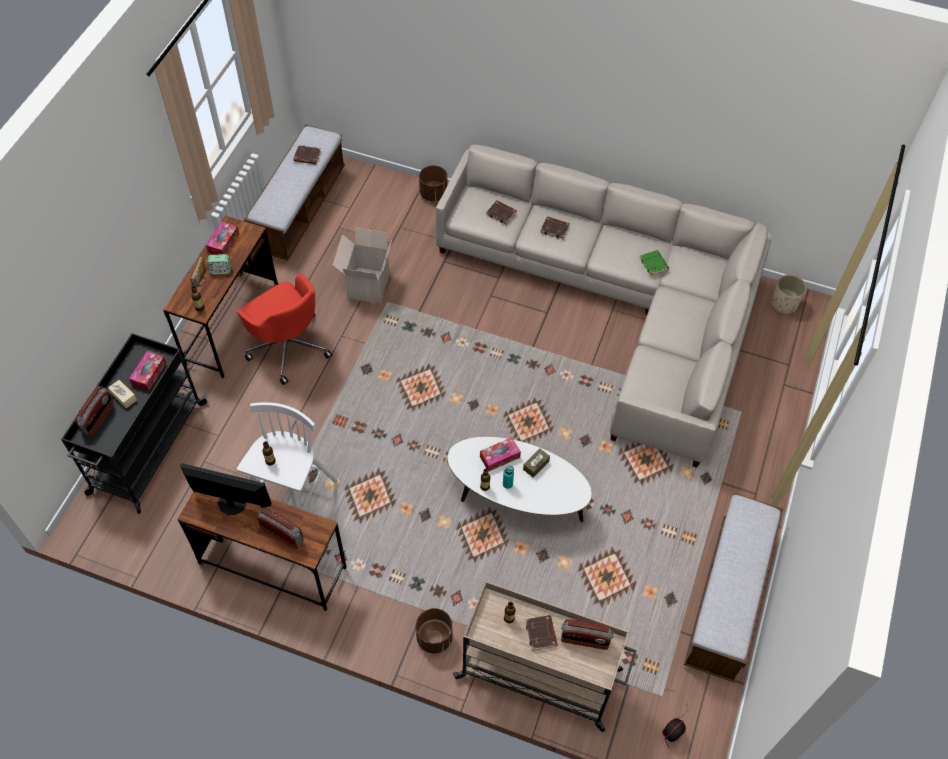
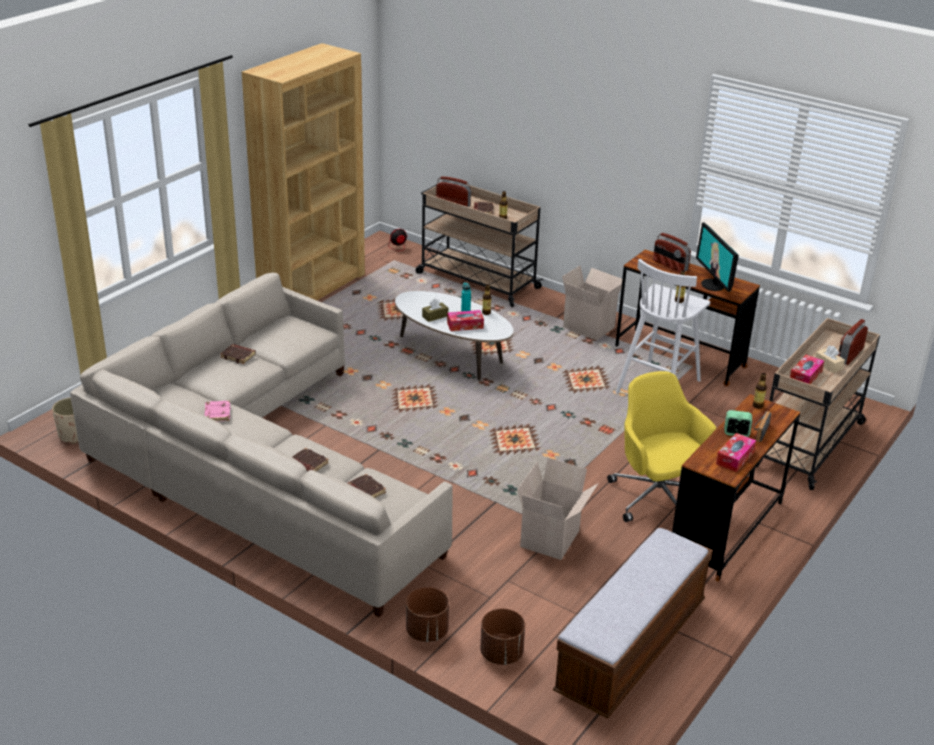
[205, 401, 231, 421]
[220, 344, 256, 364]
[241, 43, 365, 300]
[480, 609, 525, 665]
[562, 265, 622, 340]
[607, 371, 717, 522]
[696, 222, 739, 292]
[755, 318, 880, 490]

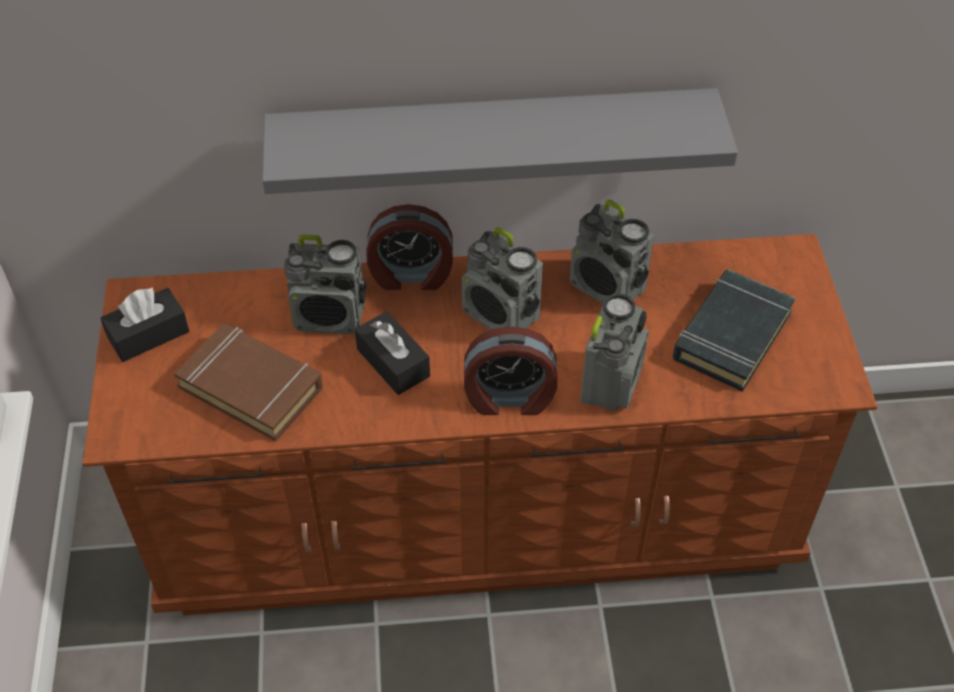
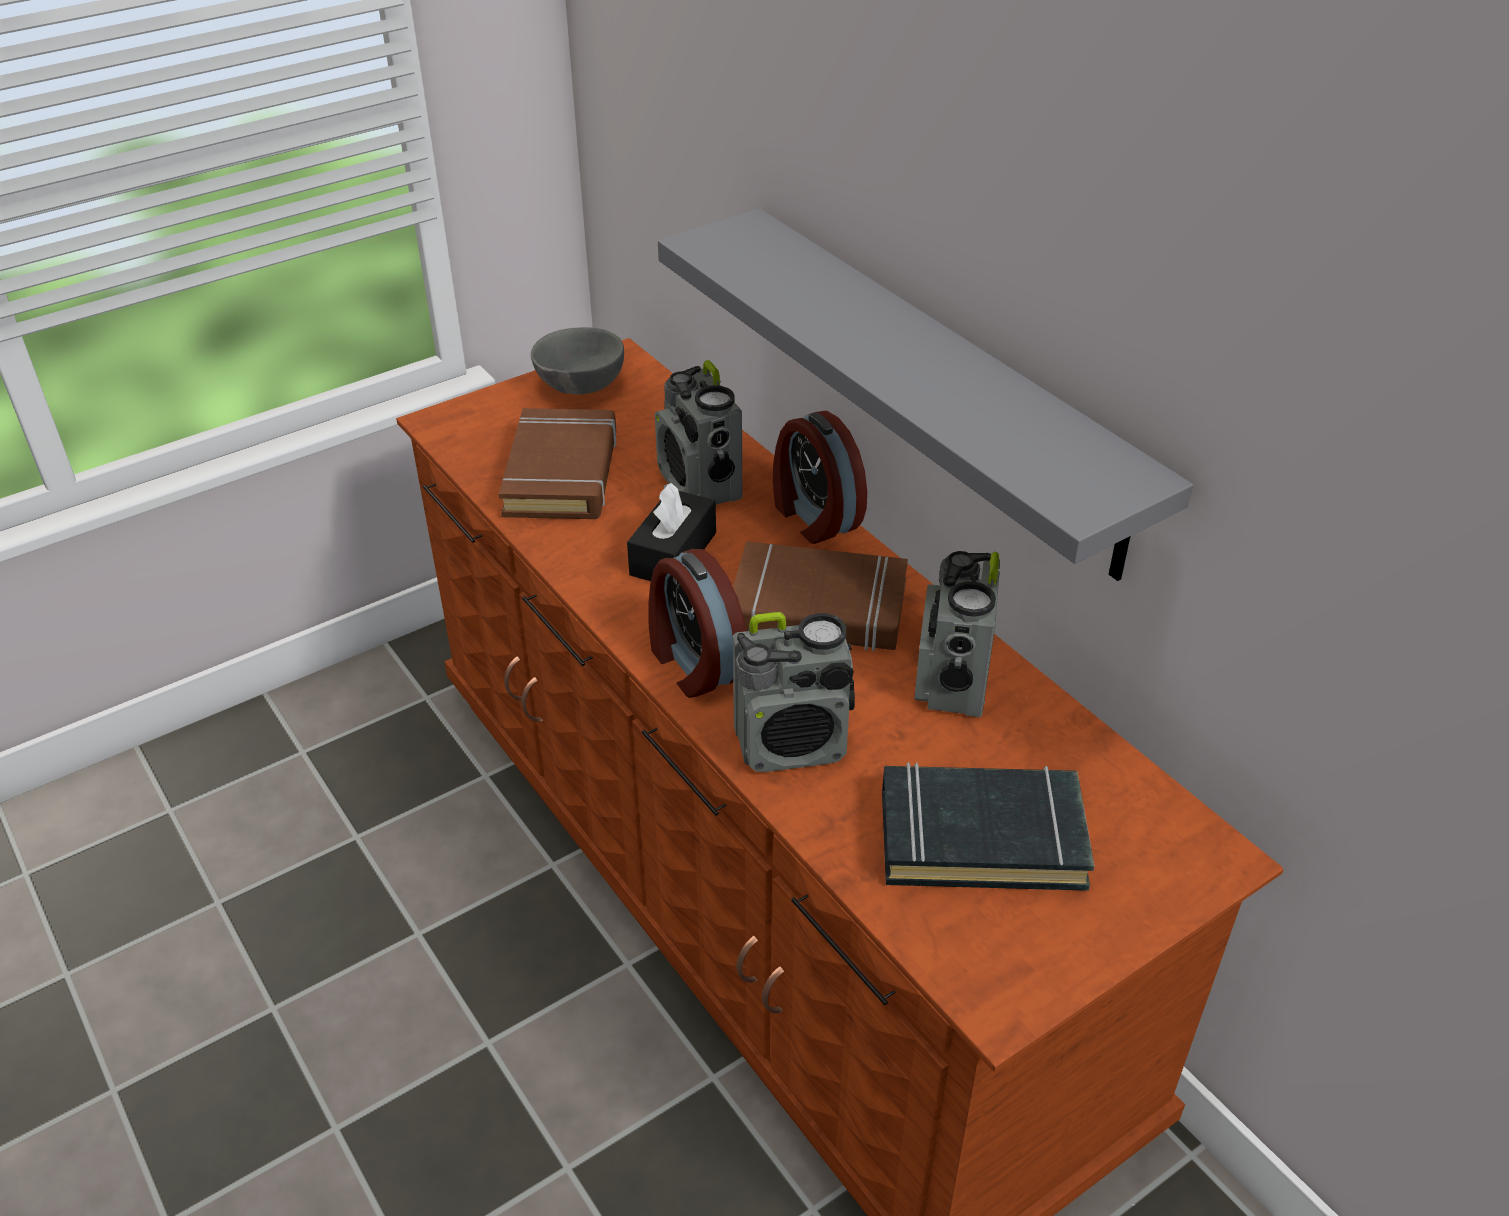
[531, 327, 624, 395]
[733, 541, 908, 651]

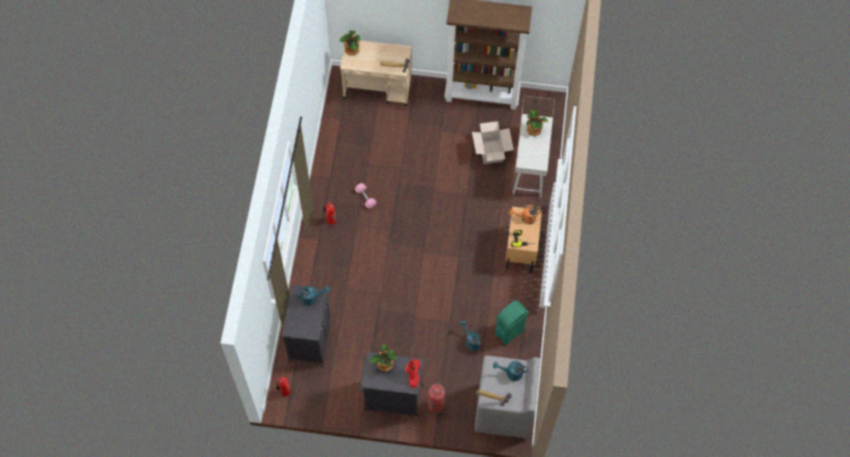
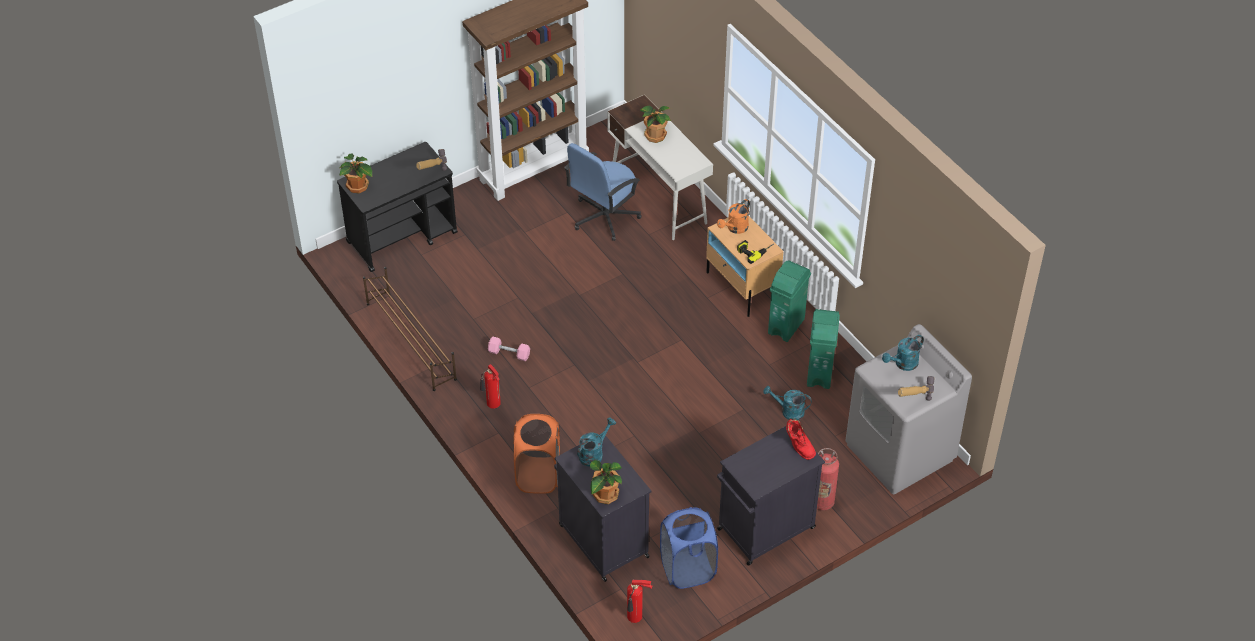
[337, 142, 458, 272]
[363, 267, 457, 391]
[513, 414, 560, 494]
[564, 143, 642, 241]
[590, 460, 622, 504]
[660, 507, 718, 589]
[768, 261, 811, 342]

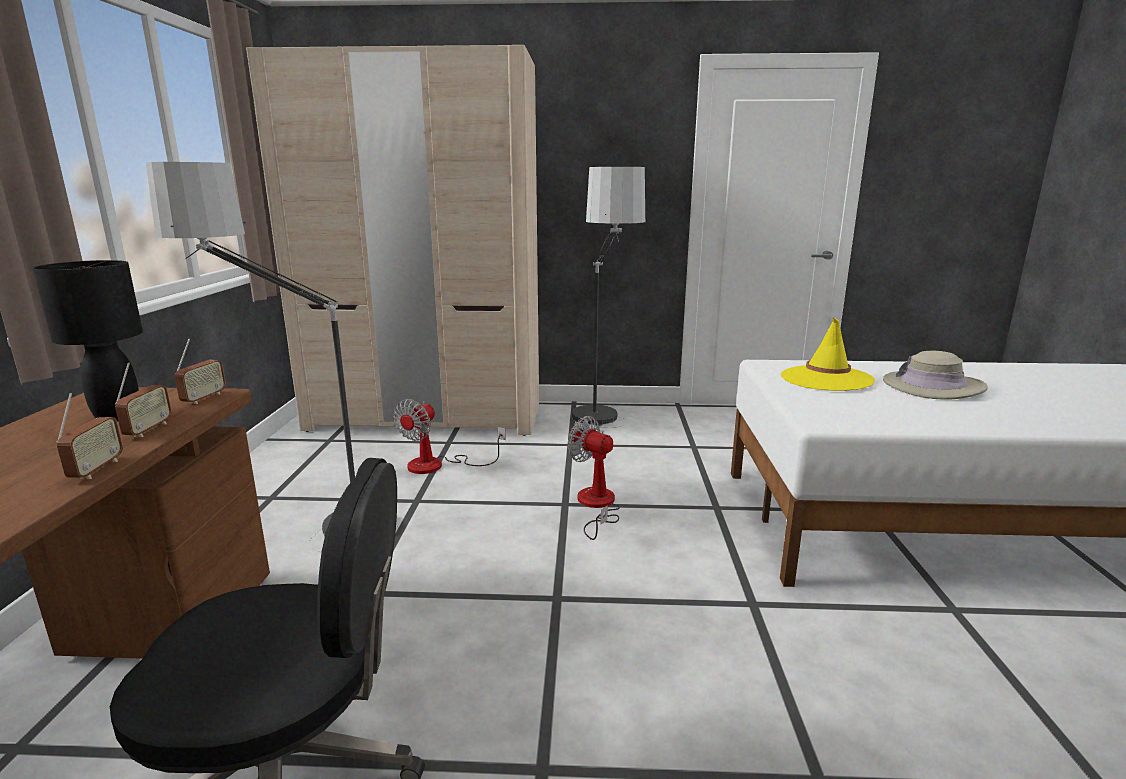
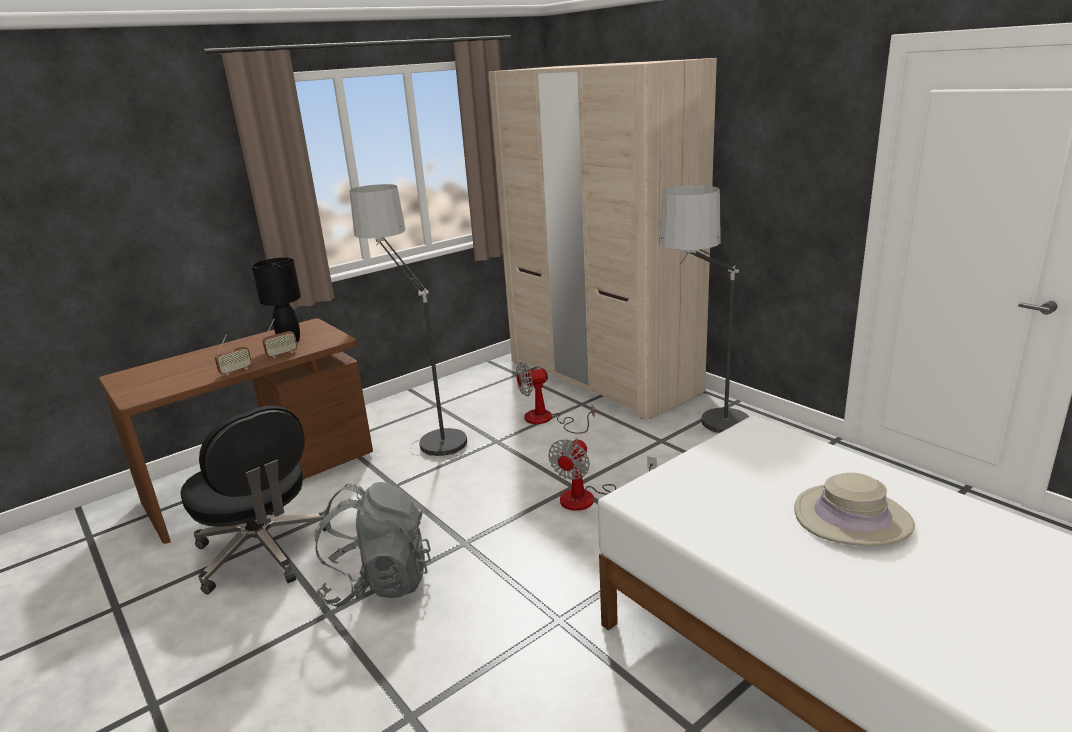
[314, 482, 431, 607]
[548, 438, 656, 511]
[175, 339, 226, 404] (first image)
[781, 318, 875, 391] (first image)

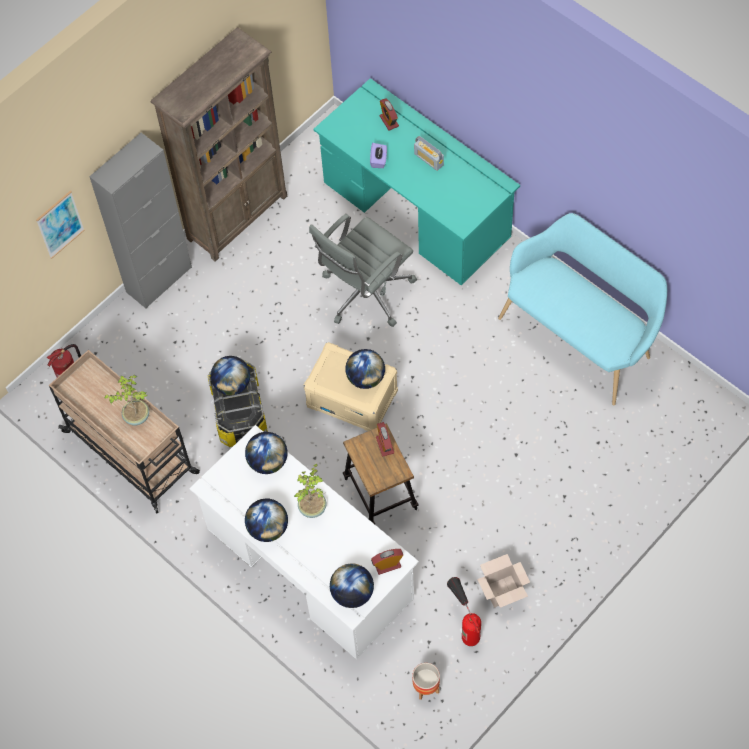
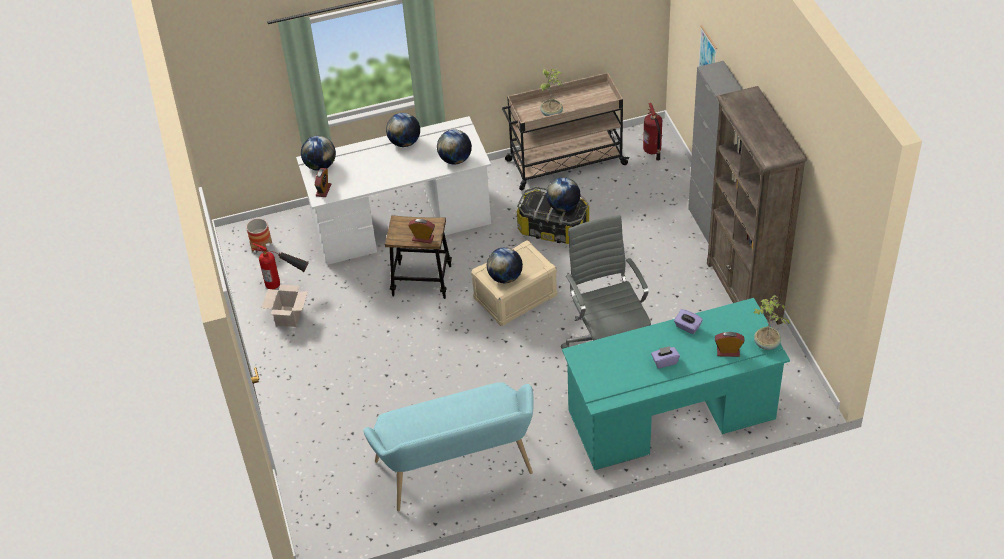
[651, 346, 680, 368]
[754, 295, 790, 350]

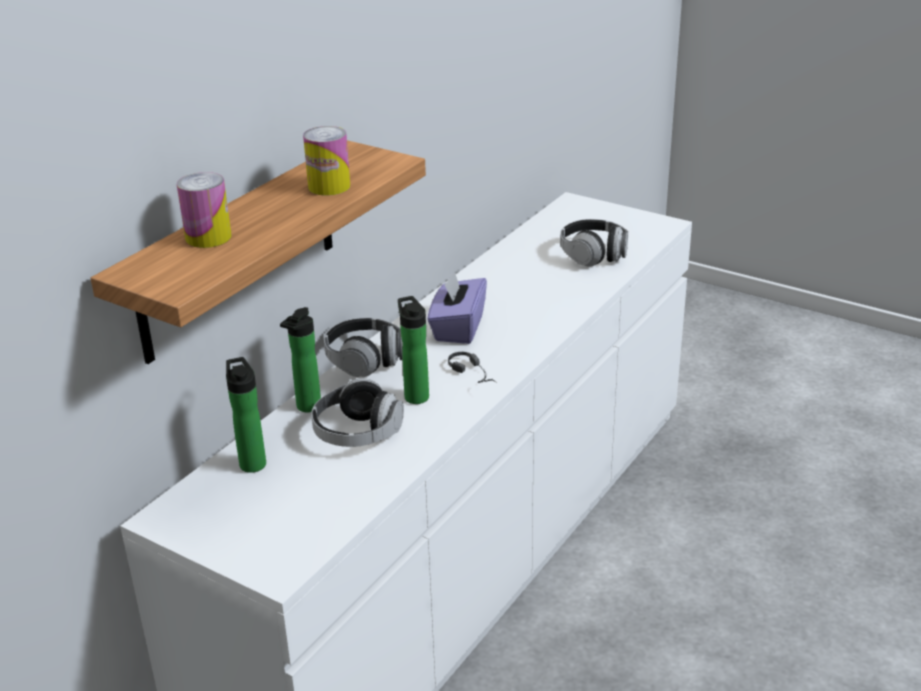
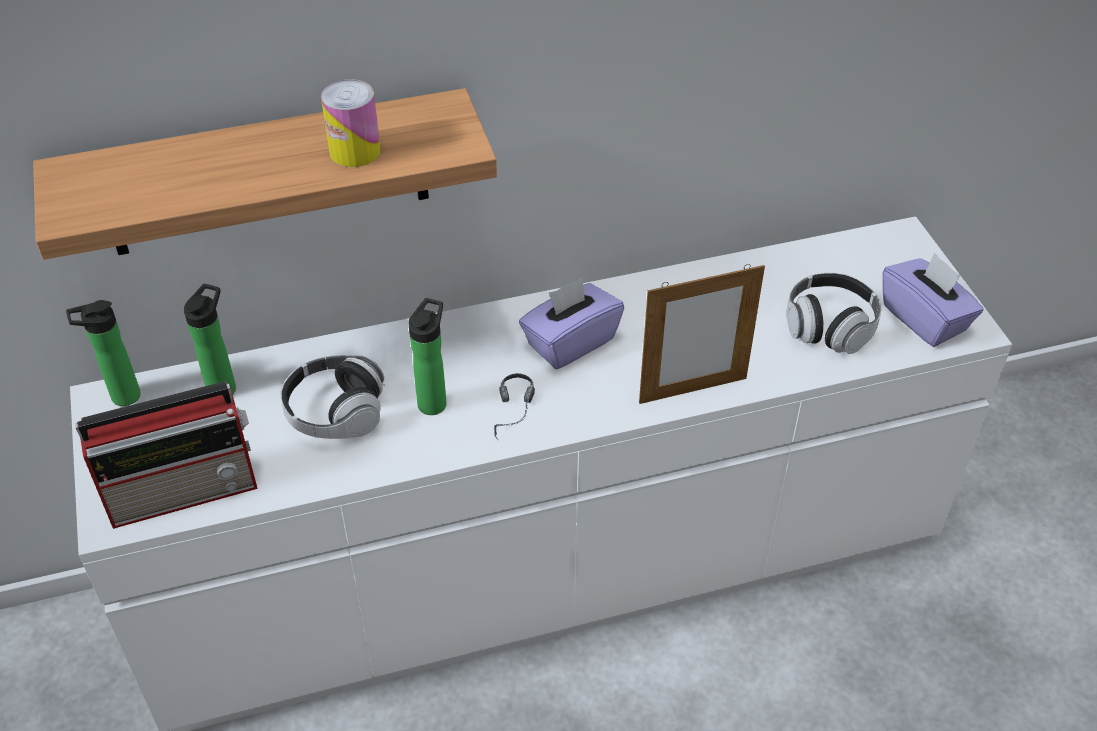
[66, 300, 141, 406]
[75, 381, 258, 529]
[639, 264, 765, 404]
[882, 252, 983, 347]
[177, 172, 232, 248] (first image)
[324, 318, 403, 377] (first image)

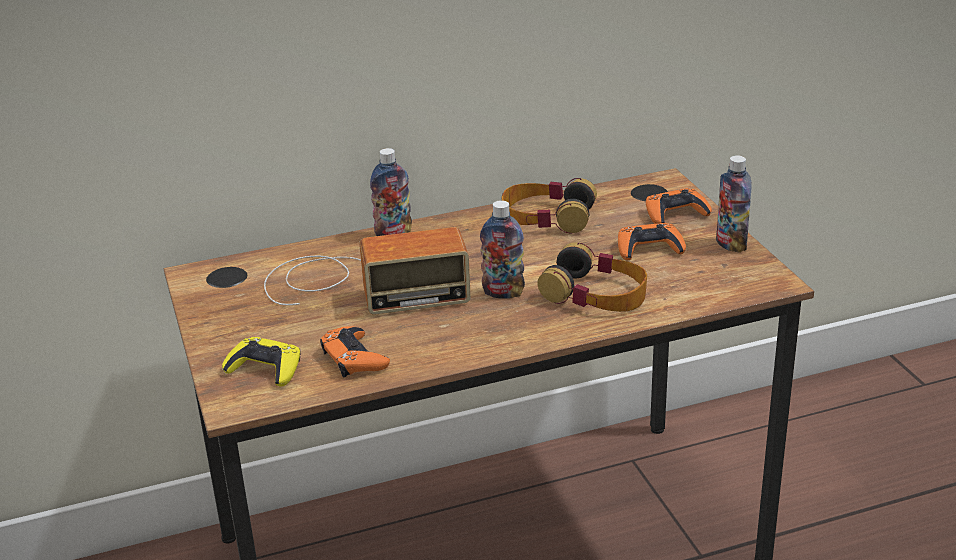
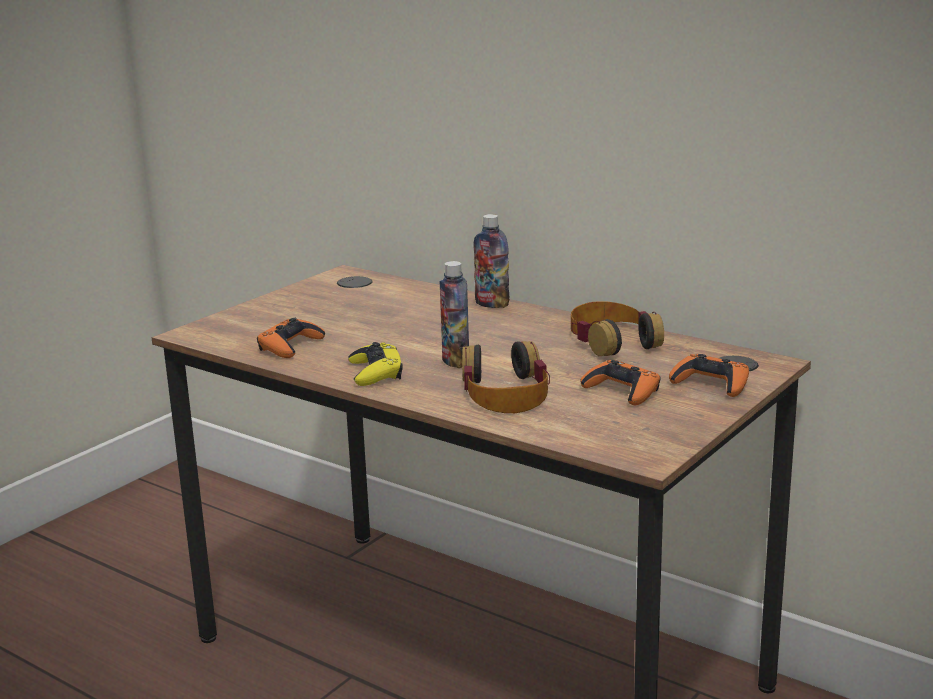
[348, 342, 403, 386]
[264, 227, 471, 315] (first image)
[716, 155, 752, 253] (first image)

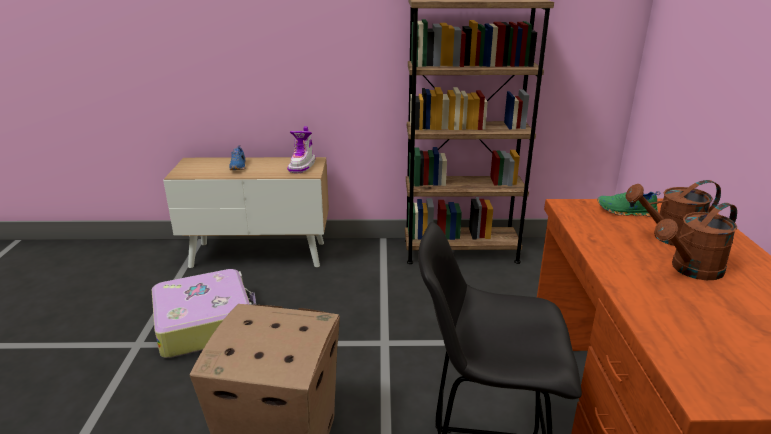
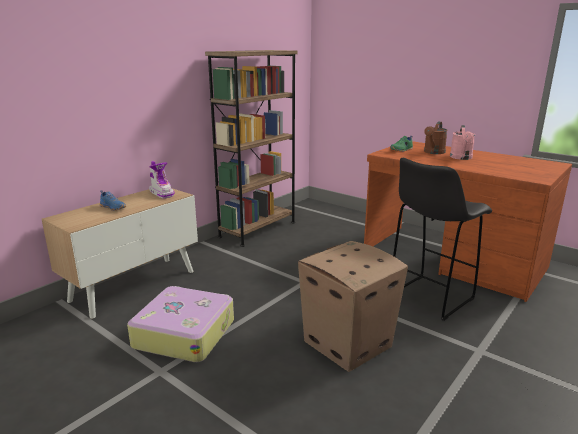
[450, 125, 475, 160]

